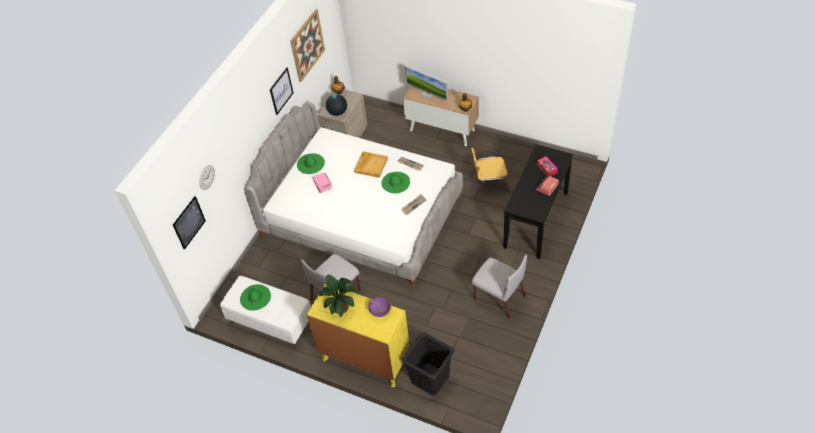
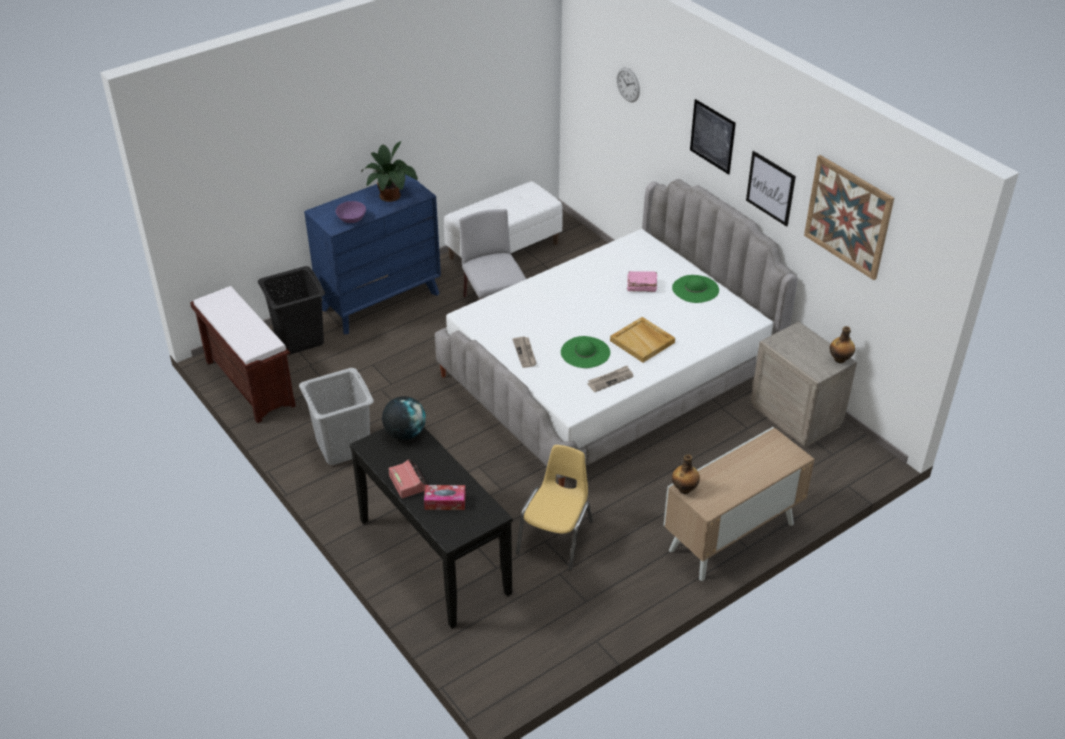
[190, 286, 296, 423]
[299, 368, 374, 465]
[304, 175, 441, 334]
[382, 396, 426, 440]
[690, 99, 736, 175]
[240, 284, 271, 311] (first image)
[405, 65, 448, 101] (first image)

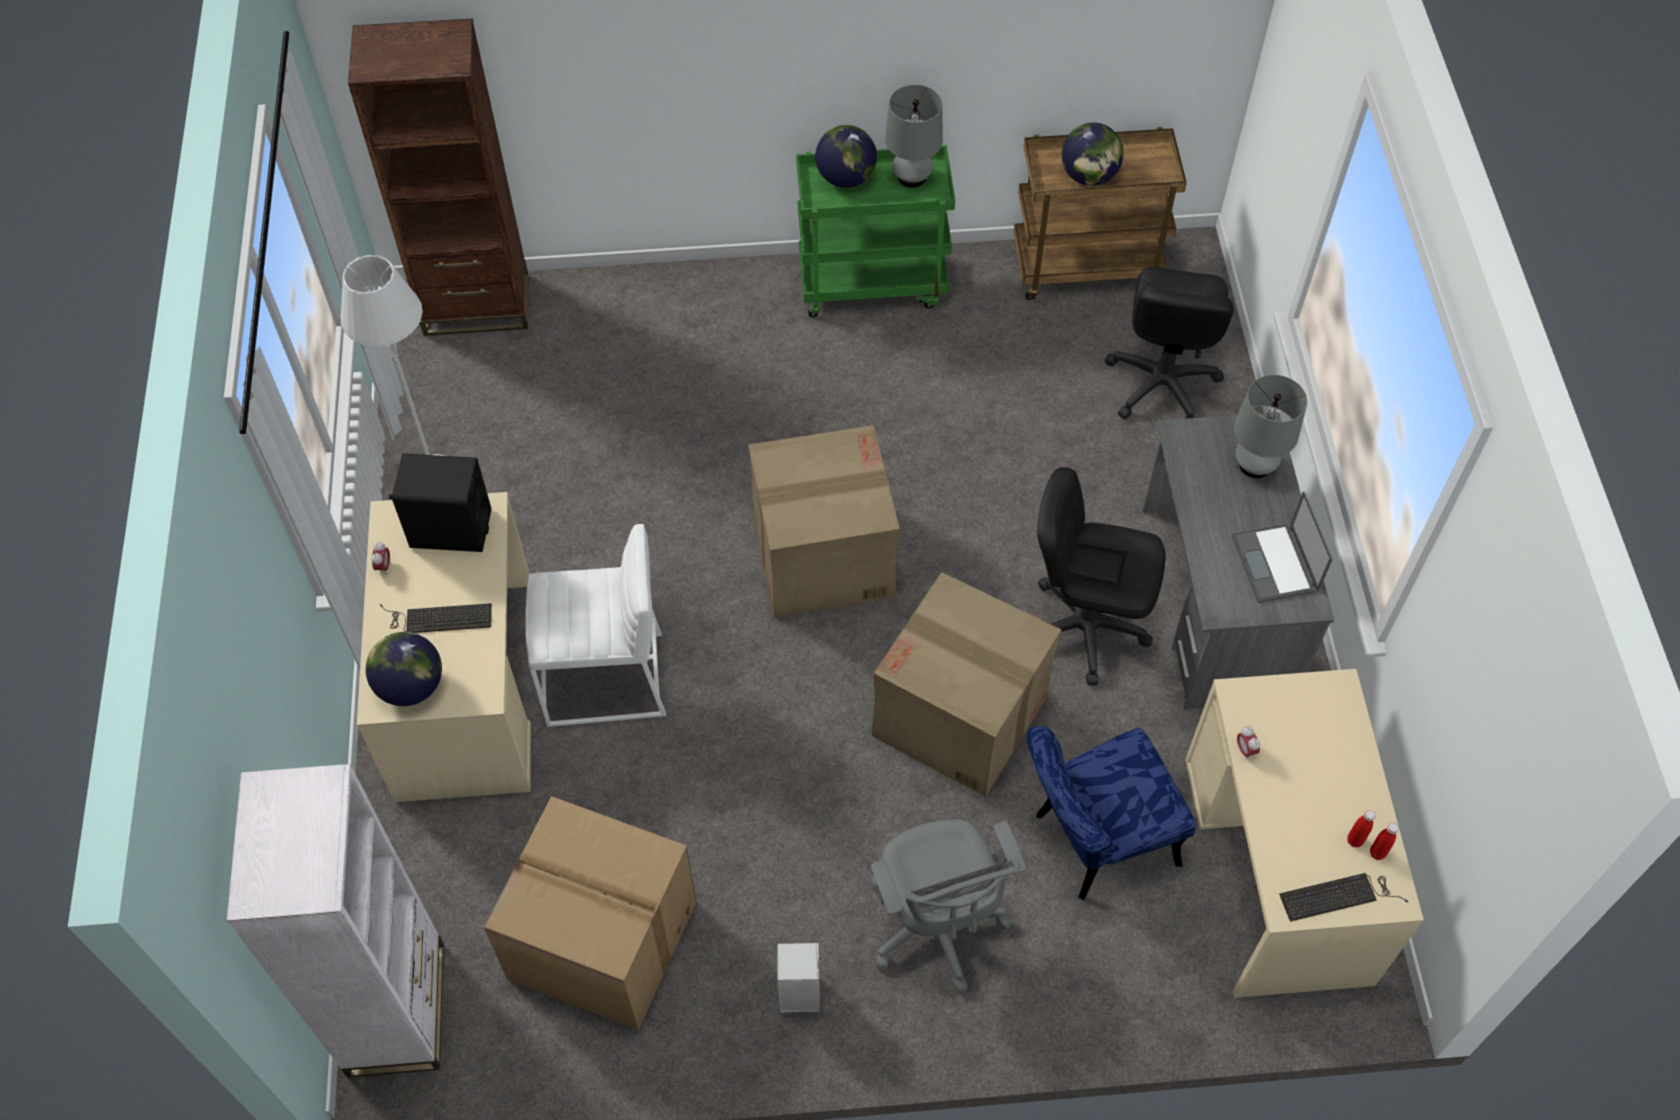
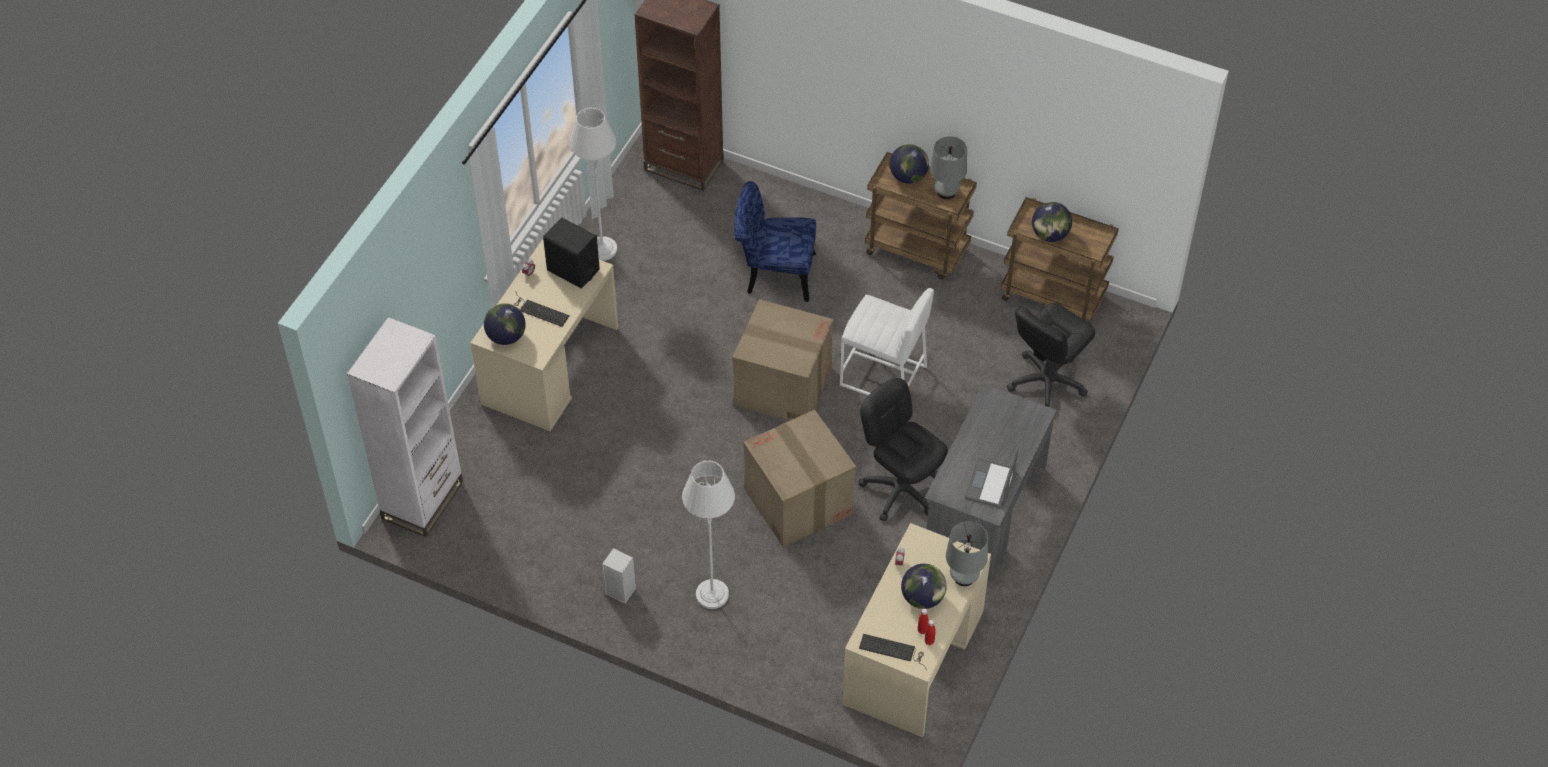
[682, 460, 735, 609]
[734, 181, 816, 302]
[840, 288, 934, 396]
[865, 152, 977, 279]
[901, 564, 947, 609]
[946, 521, 988, 586]
[484, 796, 697, 1030] (first image)

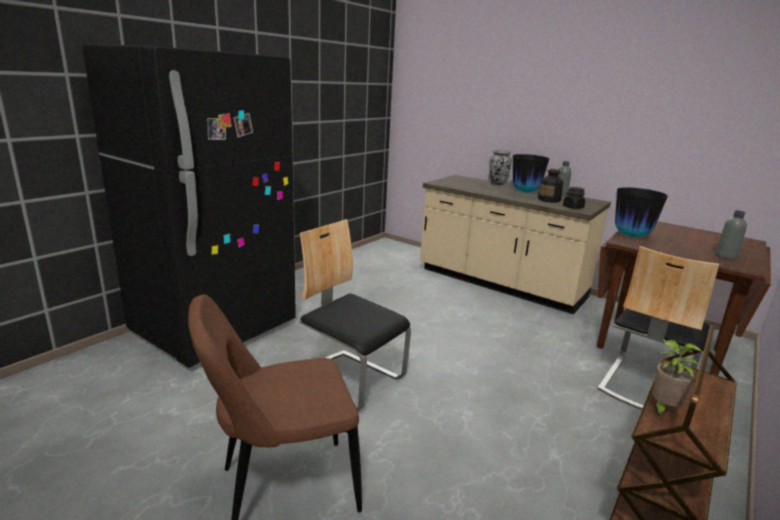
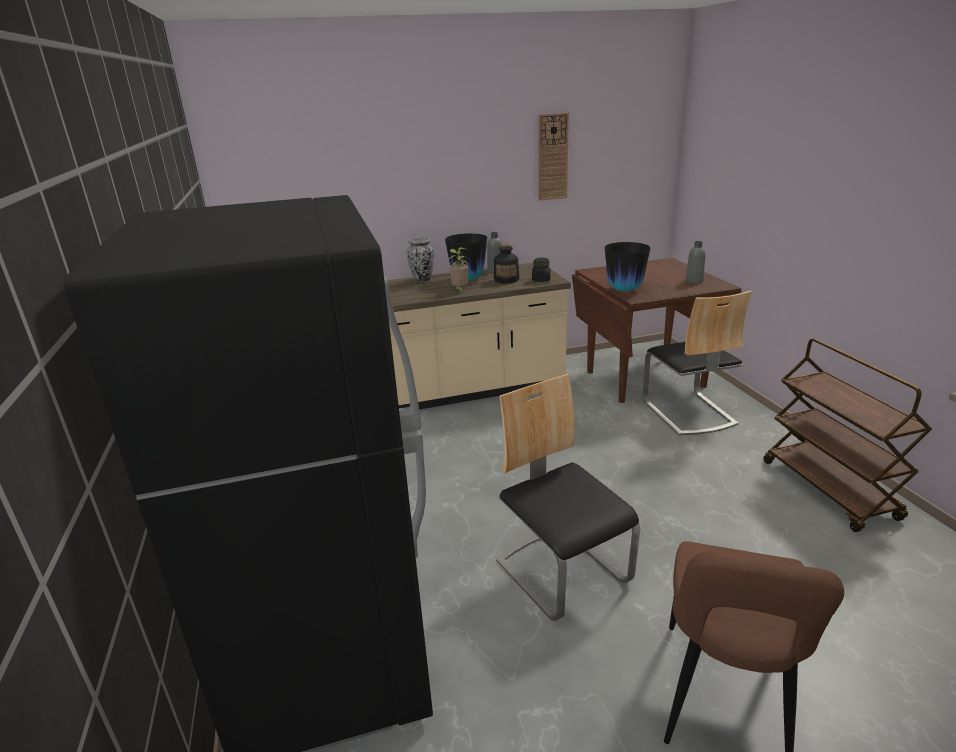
[449, 247, 468, 294]
[496, 374, 640, 621]
[539, 113, 569, 200]

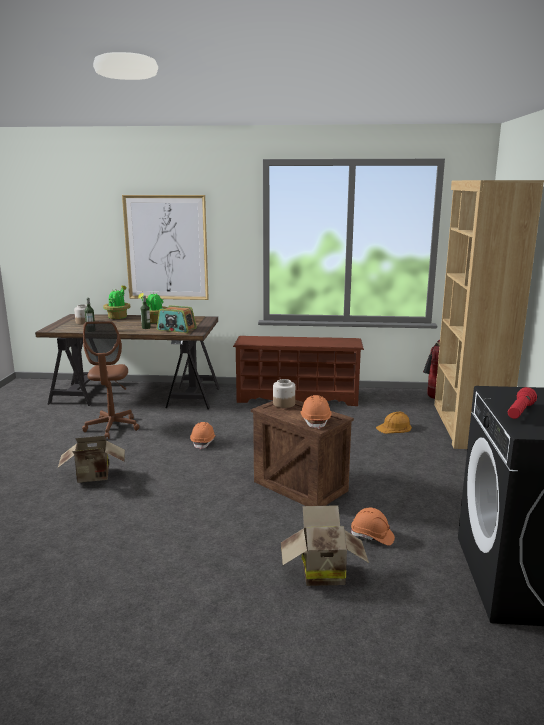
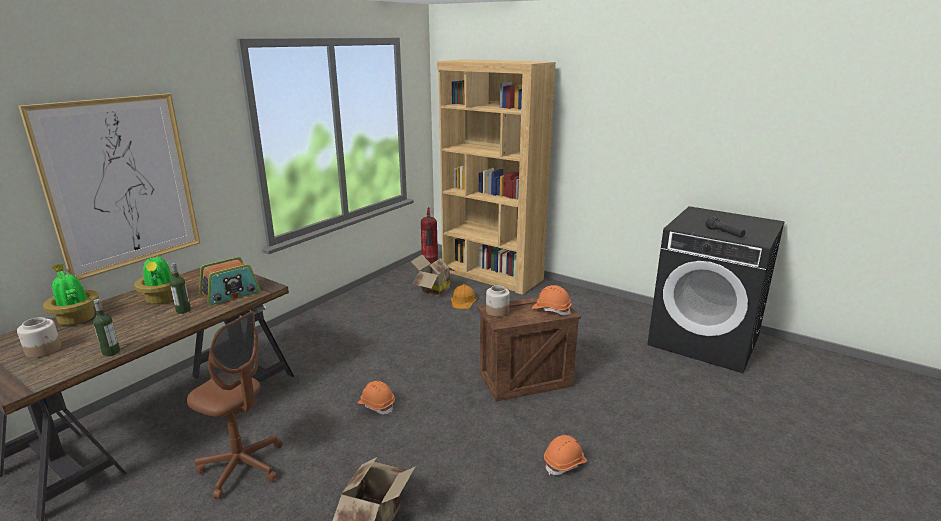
[410, 255, 454, 296]
[544, 435, 587, 475]
[705, 216, 746, 238]
[233, 336, 364, 406] (first image)

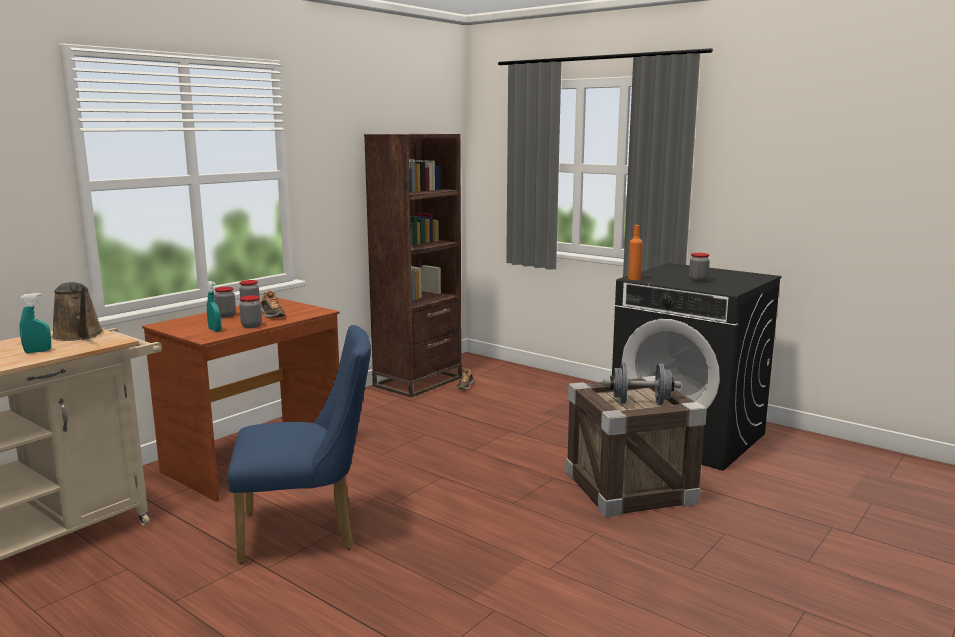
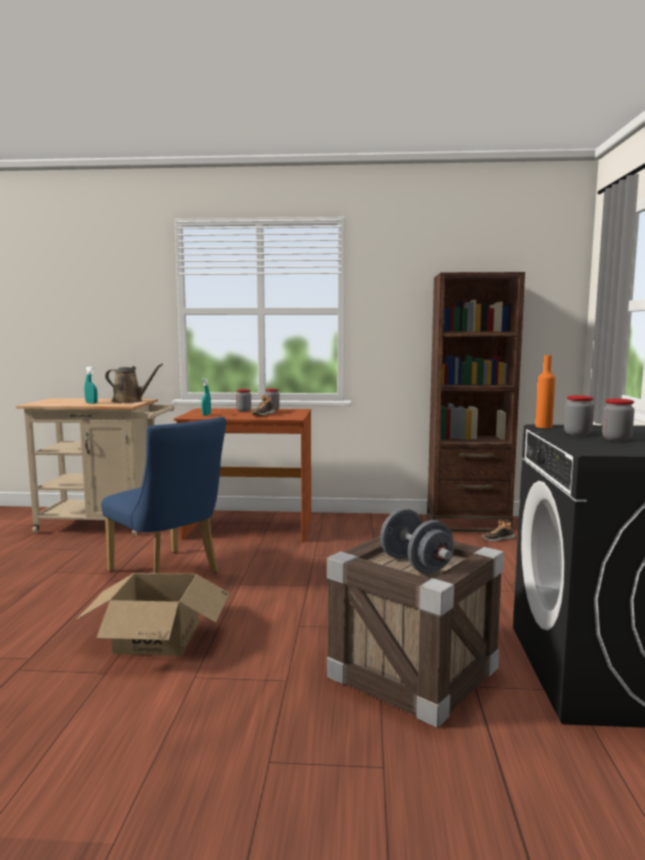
[76, 573, 230, 656]
[105, 364, 163, 403]
[564, 395, 594, 436]

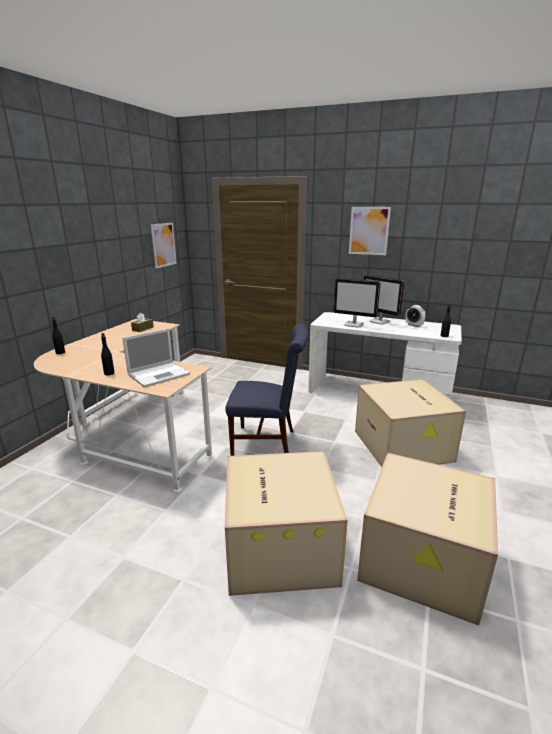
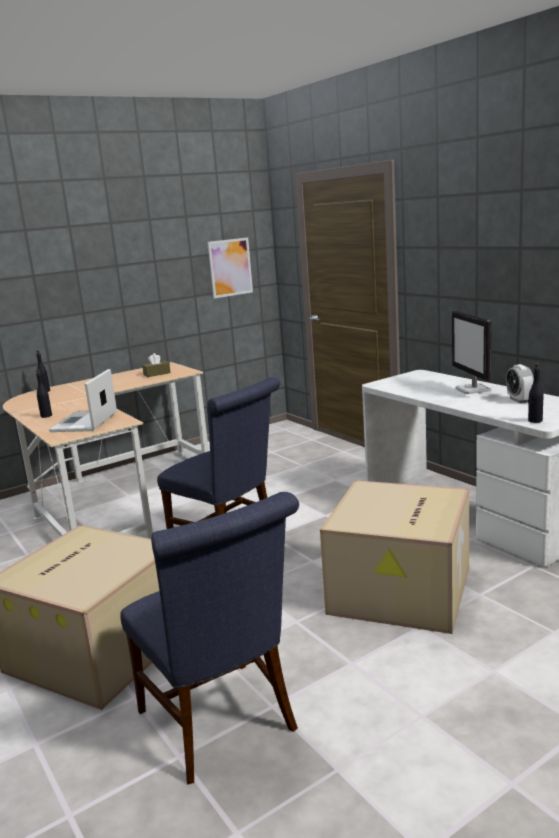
[49, 369, 117, 432]
[120, 492, 299, 785]
[333, 278, 381, 328] (first image)
[349, 207, 391, 255] (first image)

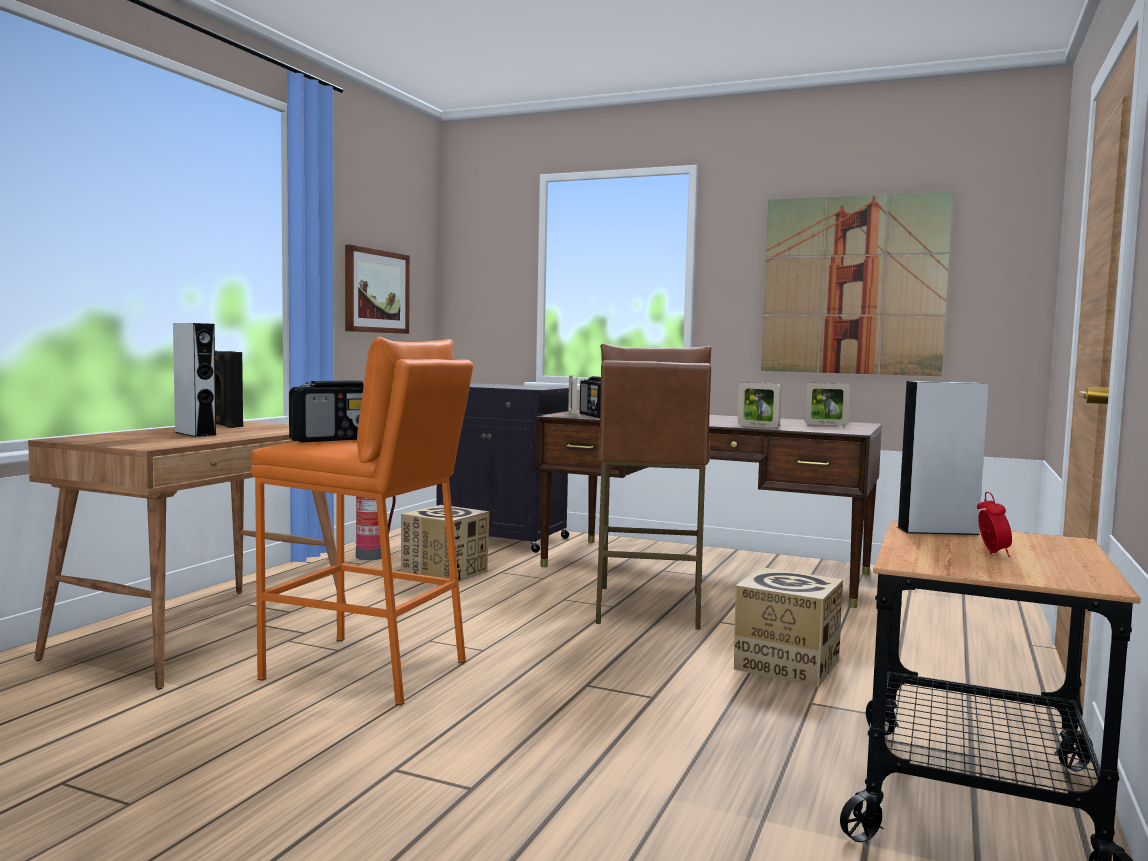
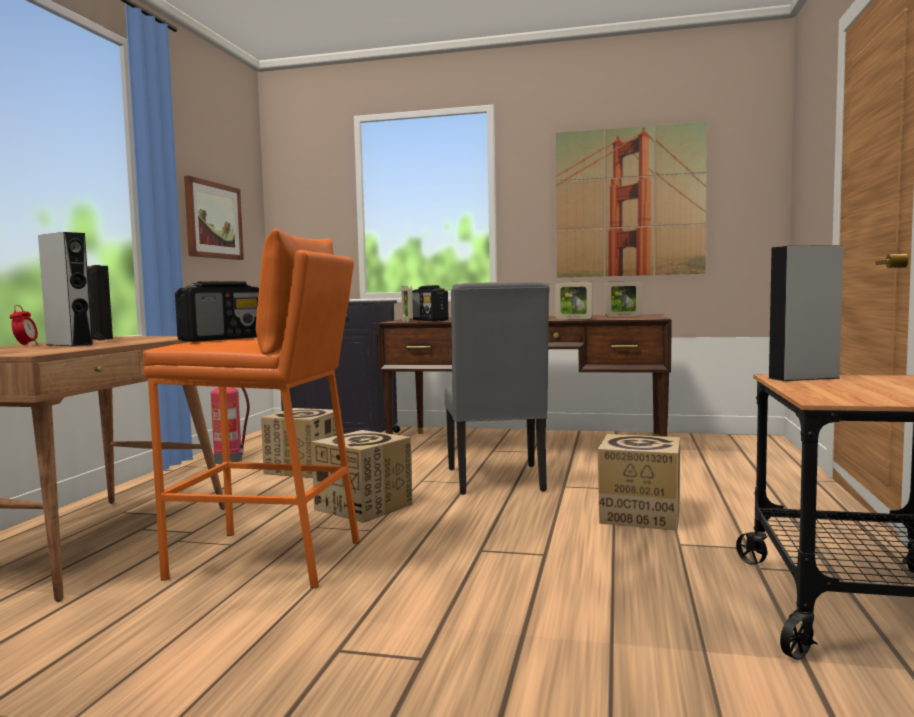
[10, 305, 38, 346]
[311, 430, 413, 523]
[445, 282, 549, 495]

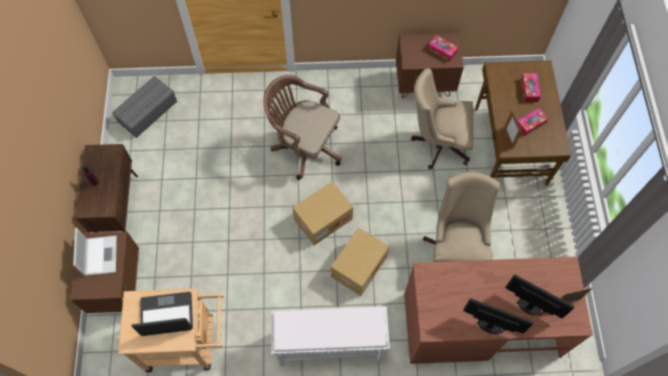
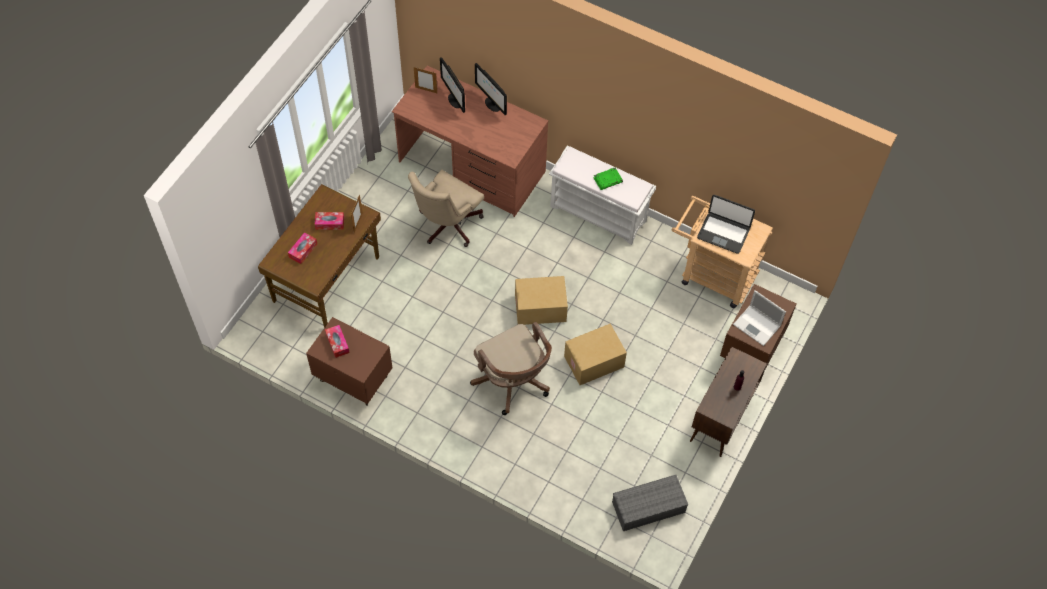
[564, 324, 627, 385]
[593, 168, 623, 190]
[733, 290, 786, 346]
[411, 68, 473, 169] (first image)

